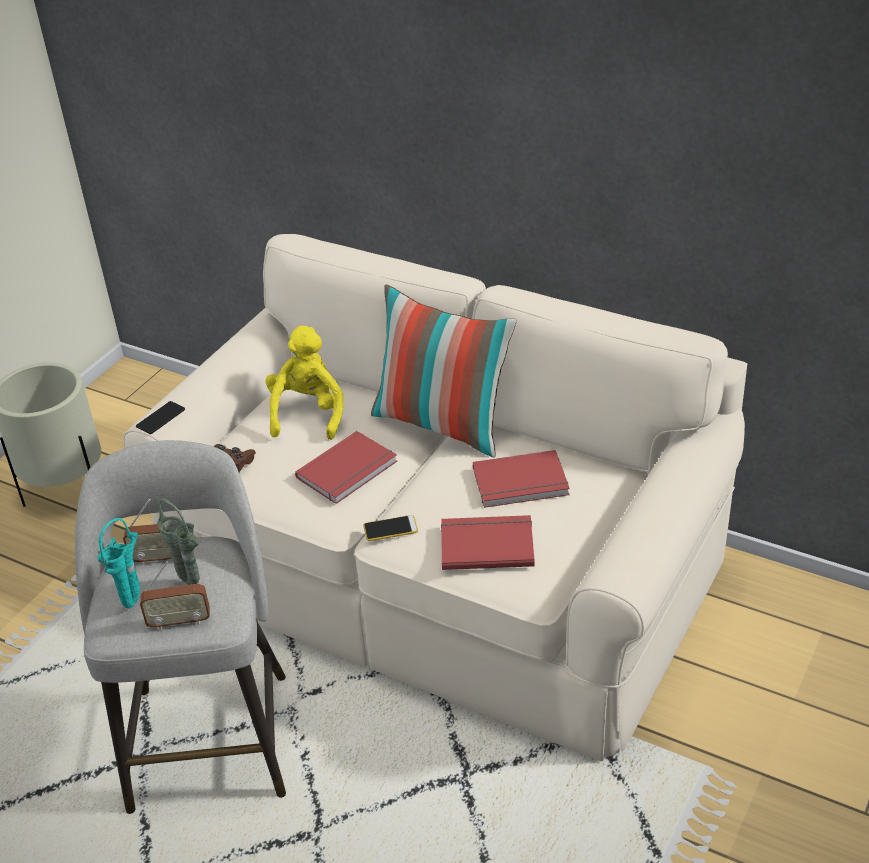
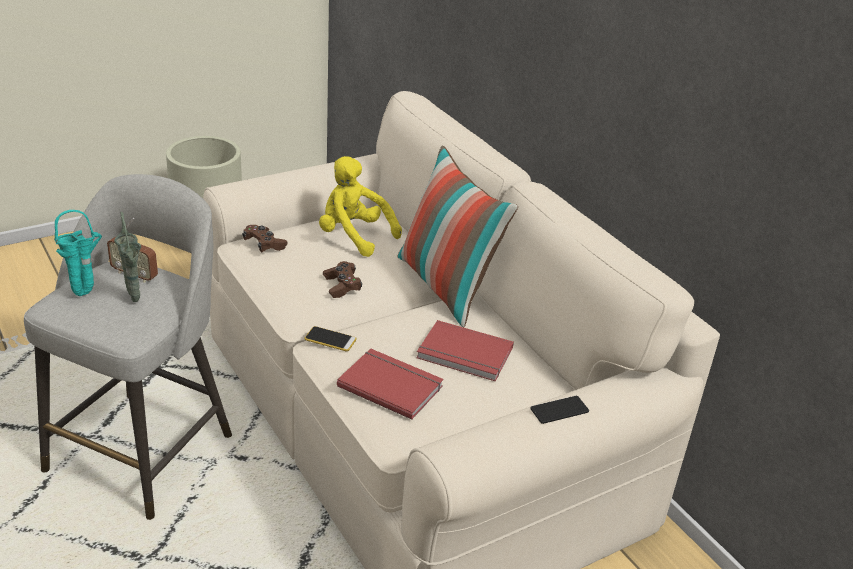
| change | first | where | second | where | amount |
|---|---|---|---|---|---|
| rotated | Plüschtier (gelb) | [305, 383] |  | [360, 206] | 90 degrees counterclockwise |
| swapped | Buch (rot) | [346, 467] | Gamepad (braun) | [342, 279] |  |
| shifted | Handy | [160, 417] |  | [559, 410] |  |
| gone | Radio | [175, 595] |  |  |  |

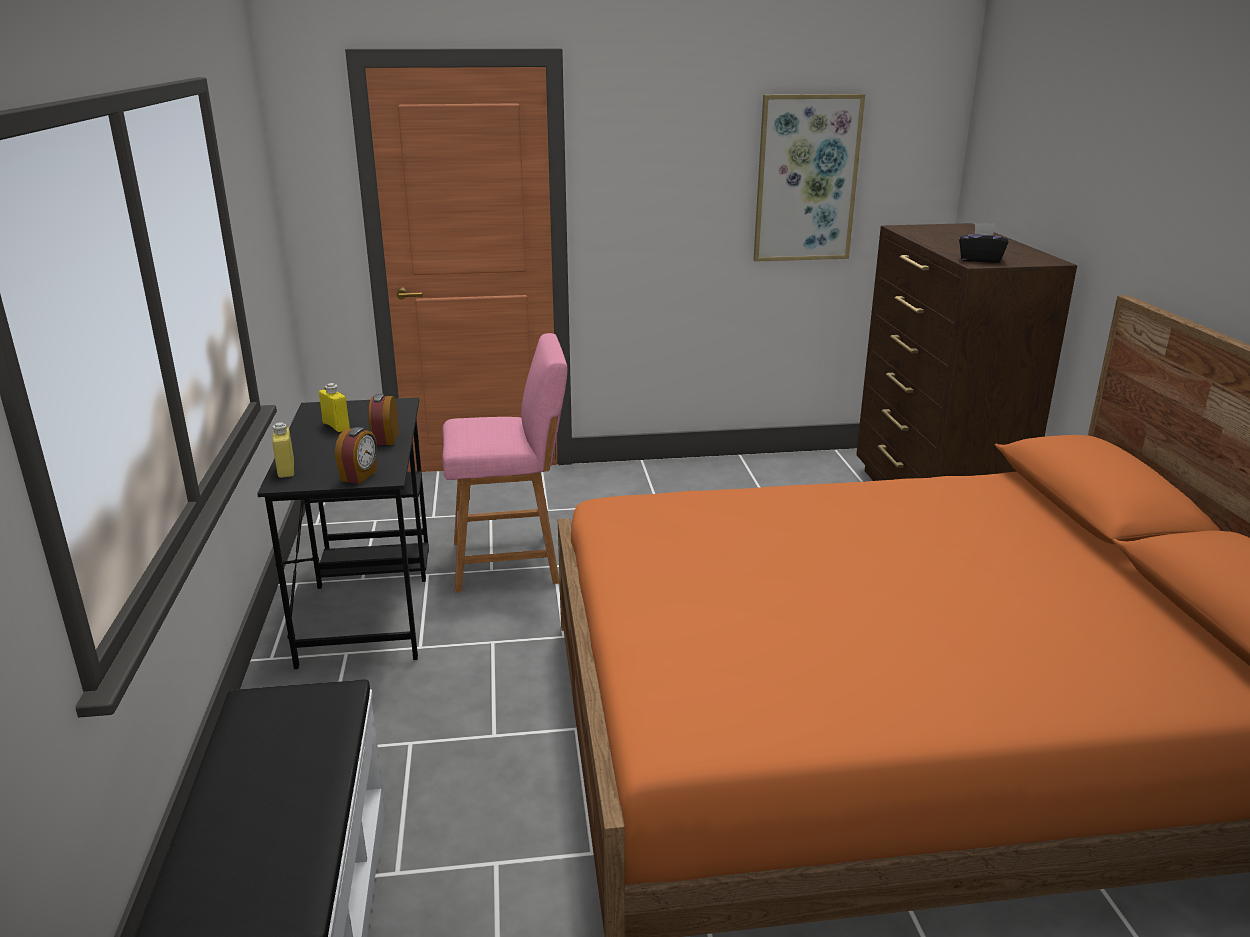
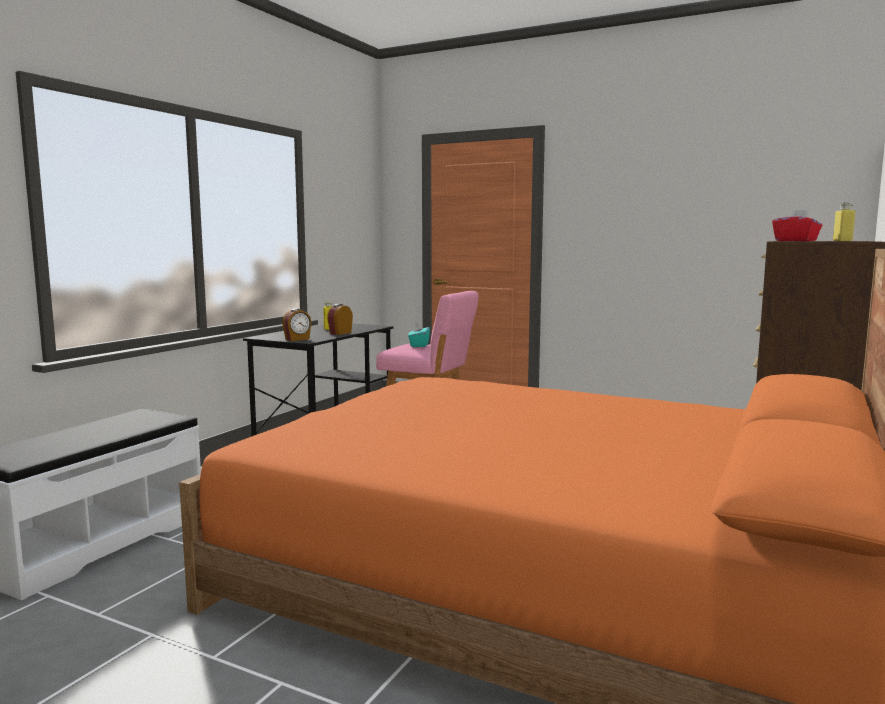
| change | first | where | second | where | amount |
|---|---|---|---|---|---|
| new |  |  | Taschentuchbox (türkis) | [419, 334] |  |
| repainted | Taschentuchbox (schwarz) | [984, 243] | Taschentuchbox (rot) | [797, 225] |  |
| shifted | Flasche (gelb) | [283, 450] |  | [844, 221] |  |
| gone | Bild | [809, 178] |  |  |  |

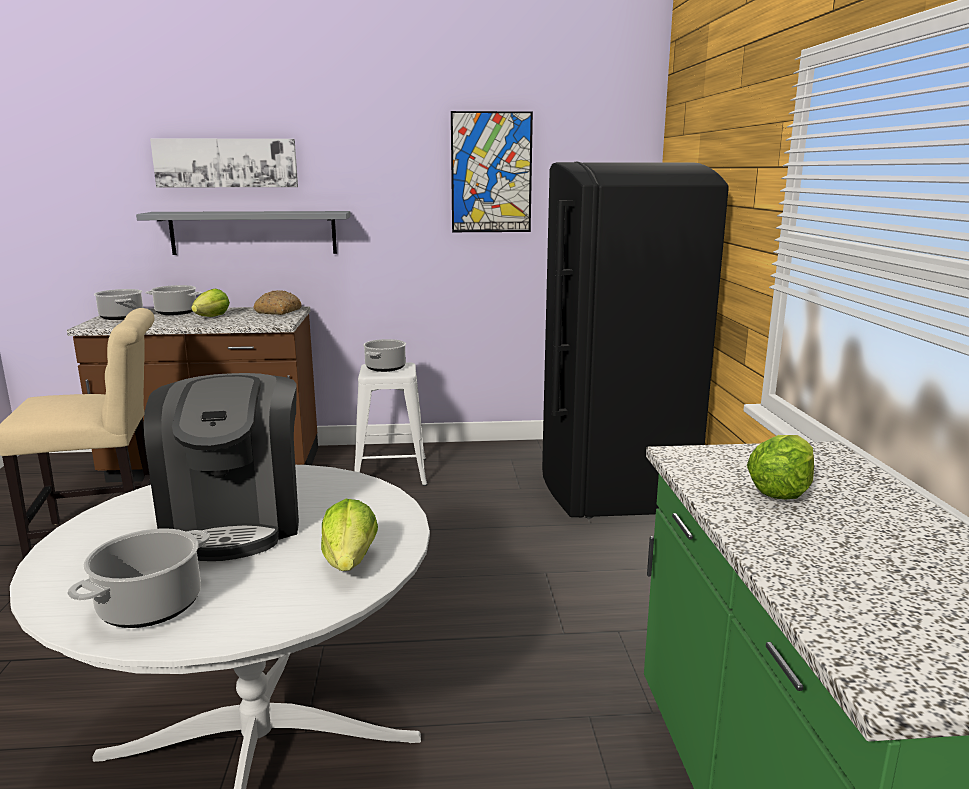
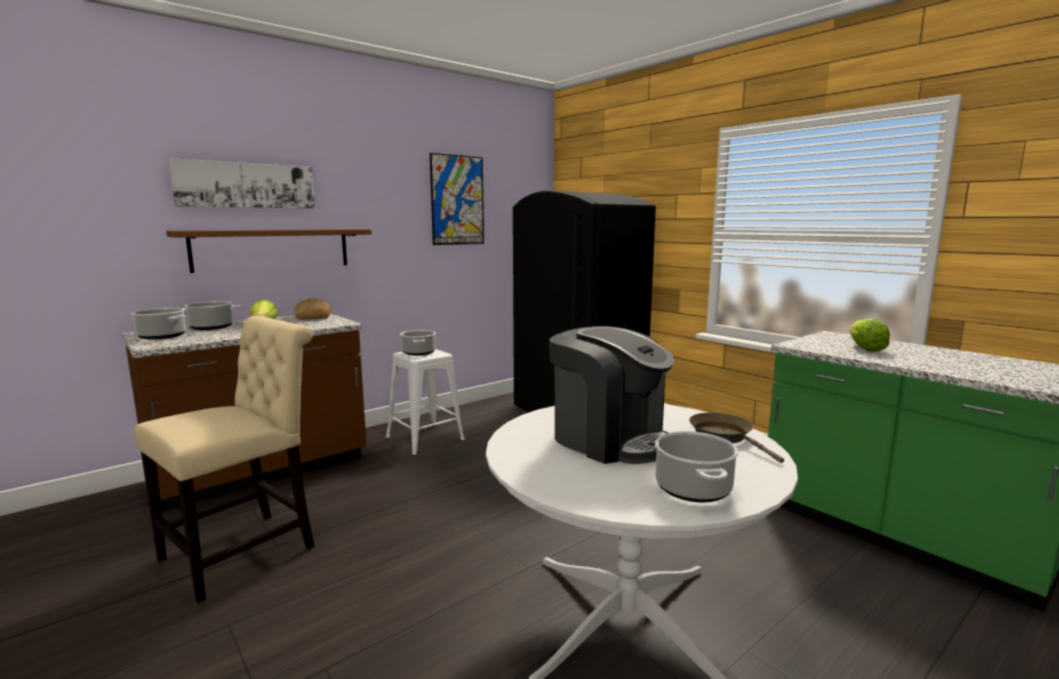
| change | first | where | second | where | amount |
|---|---|---|---|---|---|
| repainted | Wandregal (grau) | [243, 233] | Wandregal (braun) | [269, 251] |  |
| swapped | Salatkopf | [349, 535] | Pfanne (braun) | [736, 438] |  |

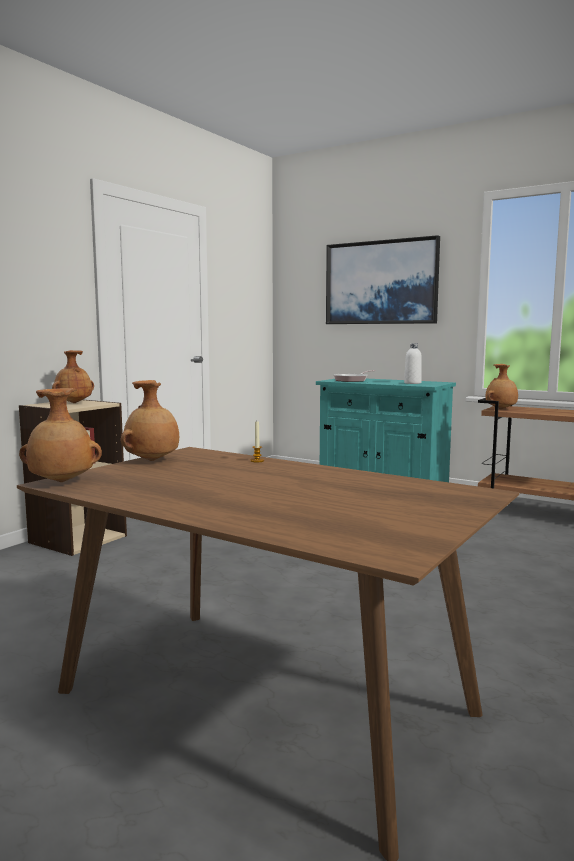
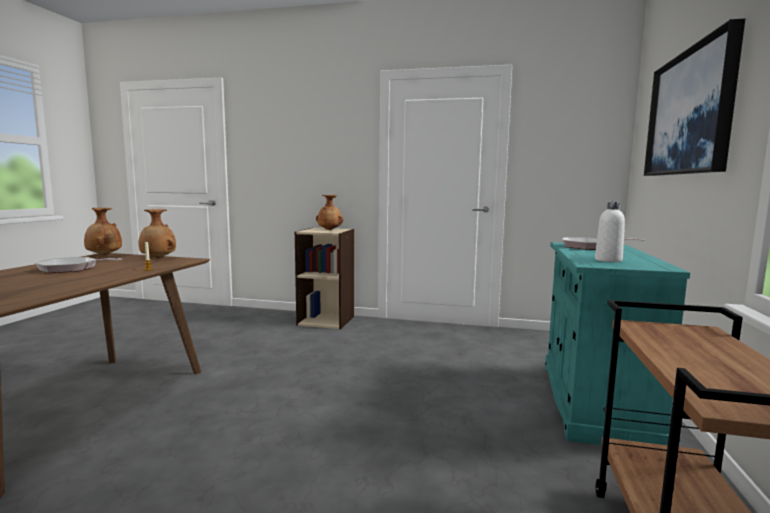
| change | first | where | second | where | amount |
|---|---|---|---|---|---|
| new |  |  | Pfanne | [78, 265] |  |
| gone | Vase (braun) | [502, 386] |  |  |  |

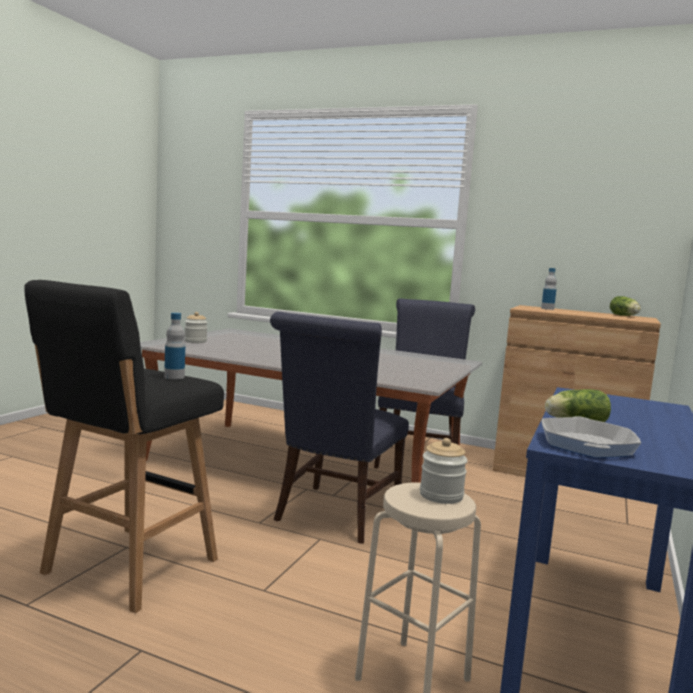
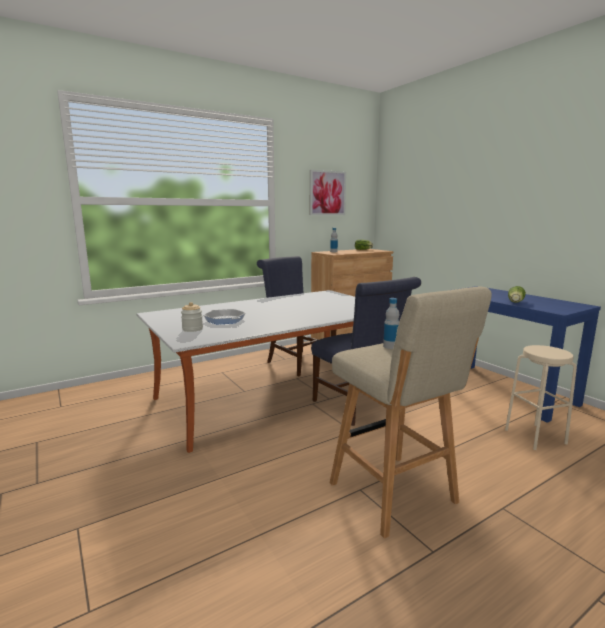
| change | first | where | second | where | amount |
|---|---|---|---|---|---|
| shifted | Pfanne | [591, 437] |  | [224, 316] |  |
| new |  |  | Bild | [328, 192] |  |
| repainted | Hocker (schwarz) | [124, 446] | Hocker (beige) | [411, 412] |  |
| gone | Vorratsglas | [444, 471] |  |  |  |

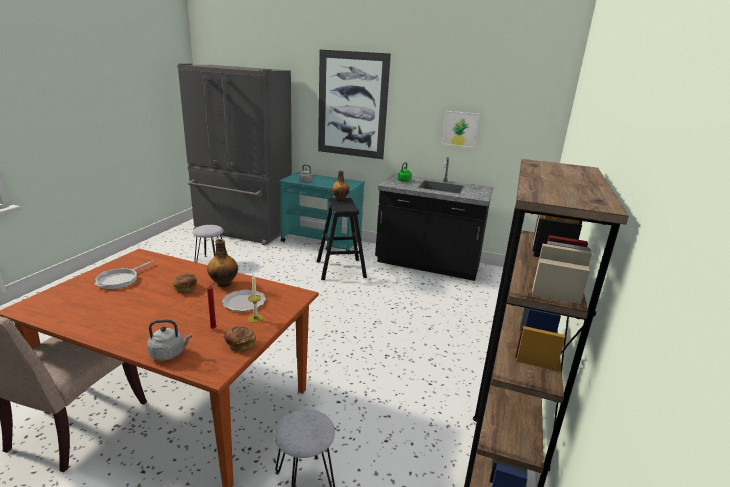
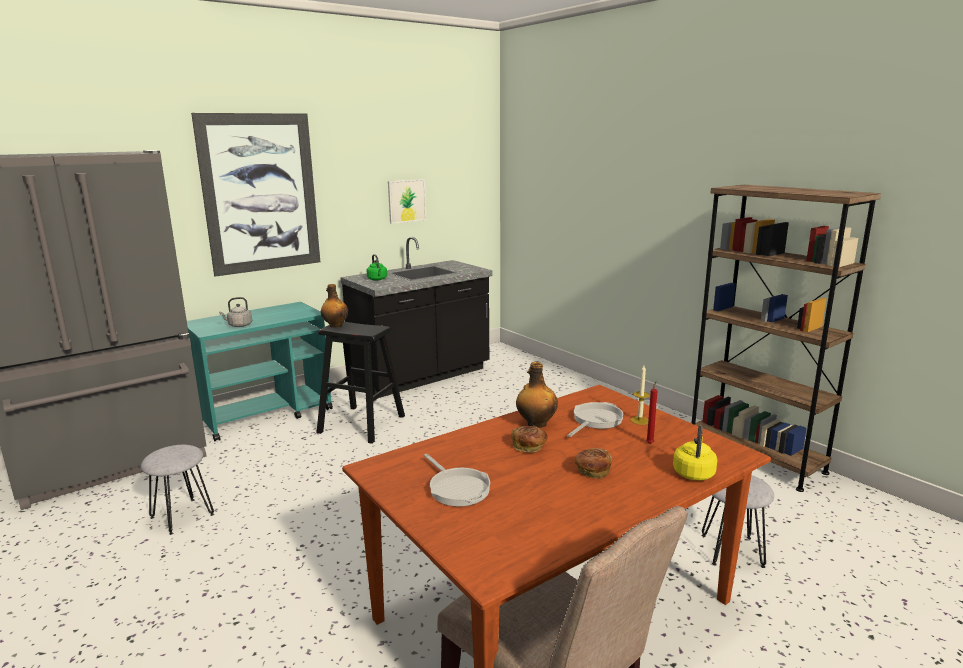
| change | first | where | second | where | amount |
|---|---|---|---|---|---|
| swapped | Teller | [244, 300] | Pfanne | [595, 419] |  |
| shifted | Brot | [239, 338] |  | [593, 463] |  |
| repainted | Wasserkessel (grau) | [169, 340] | Wasserkessel (gelb) | [695, 453] |  |

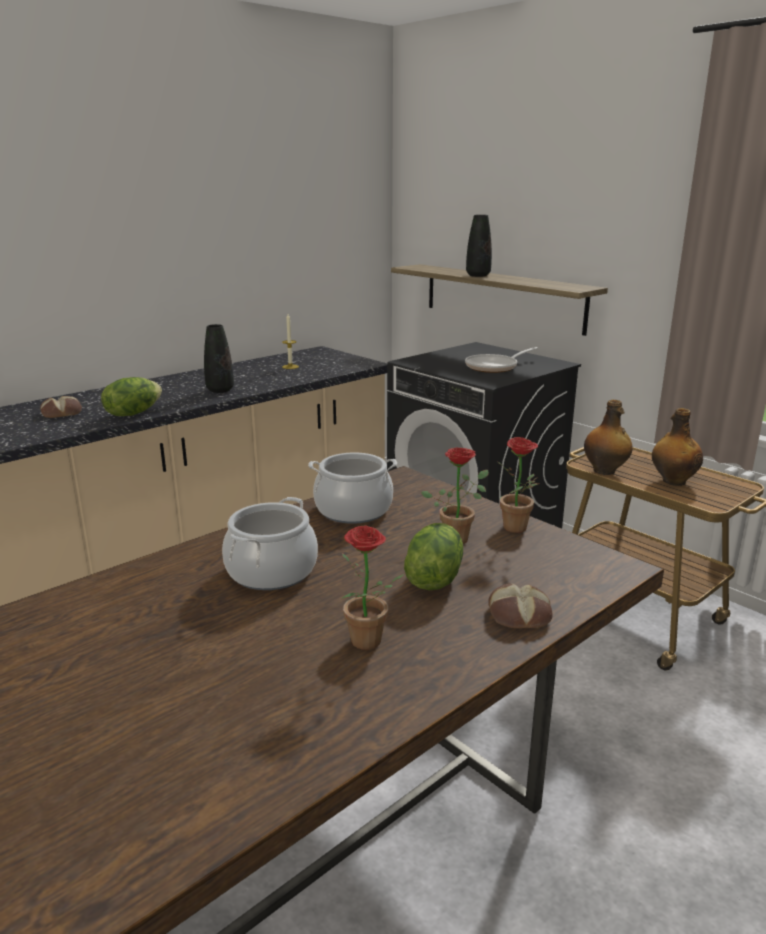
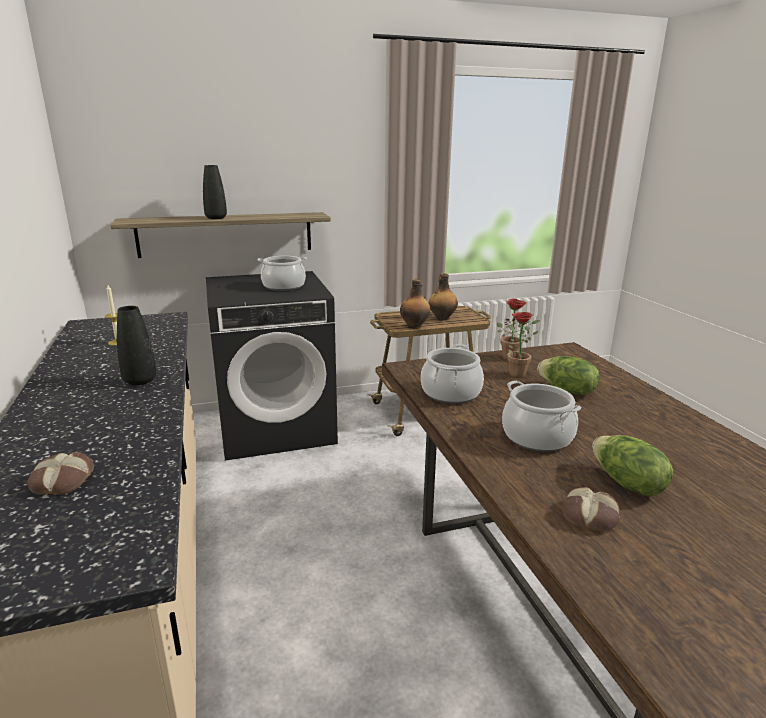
| change | first | where | second | where | amount |
|---|---|---|---|---|---|
| swapped | Pfanne | [501, 360] | Kochtopf | [282, 273] |  |
| shifted | Brot | [520, 605] |  | [591, 509] |  |
| shifted | Salatkopf | [131, 396] |  | [632, 465] |  |
| gone | Topfpflanze | [372, 588] |  |  |  |

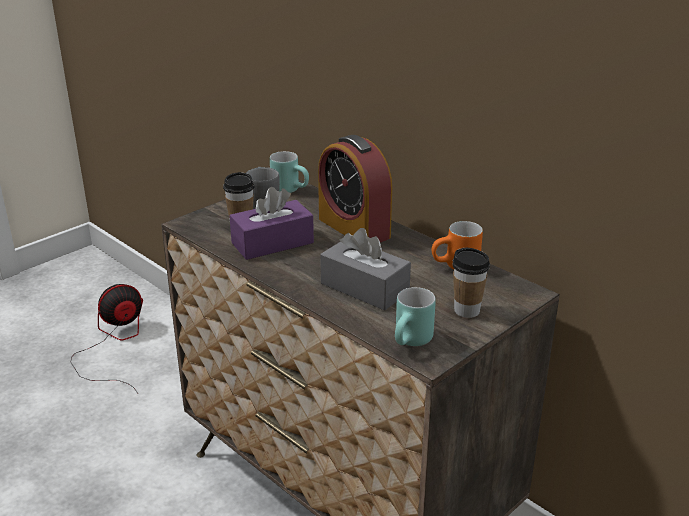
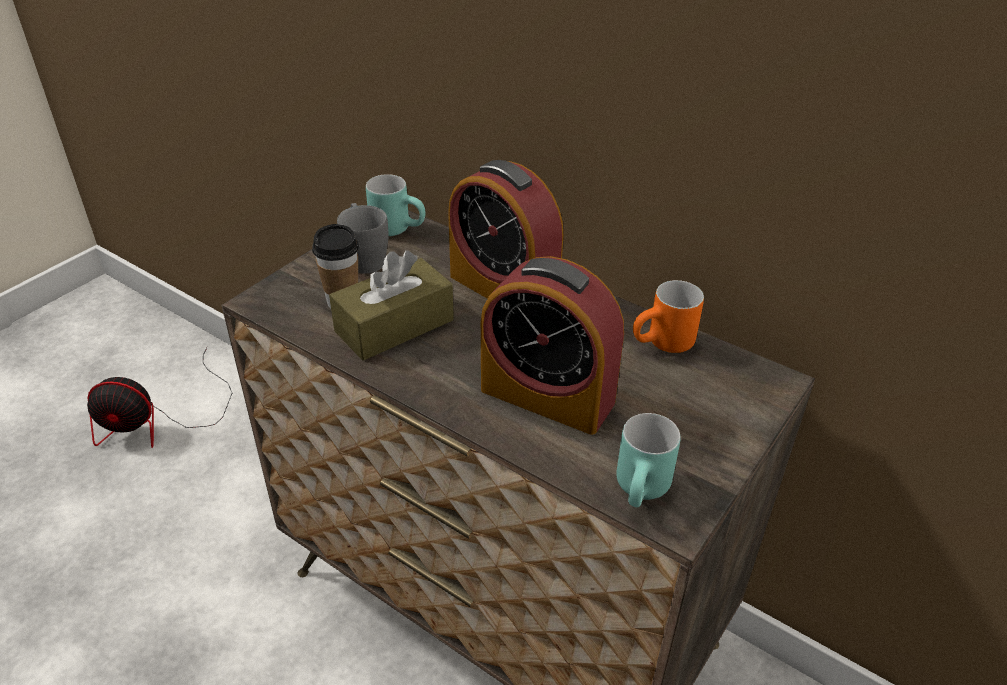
| change | first | where | second | where | amount |
|---|---|---|---|---|---|
| rotated | Ventilator | [107, 338] |  | [159, 397] | 135 degrees counterclockwise |
| repainted | Taschentuchbox (lila) | [271, 223] | Taschentuchbox (braun) | [391, 305] |  |
| swapped | Taschentuchbox (grau) | [365, 269] | Wecker | [552, 345] |  |
| gone | Tasse | [471, 283] |  |  |  |

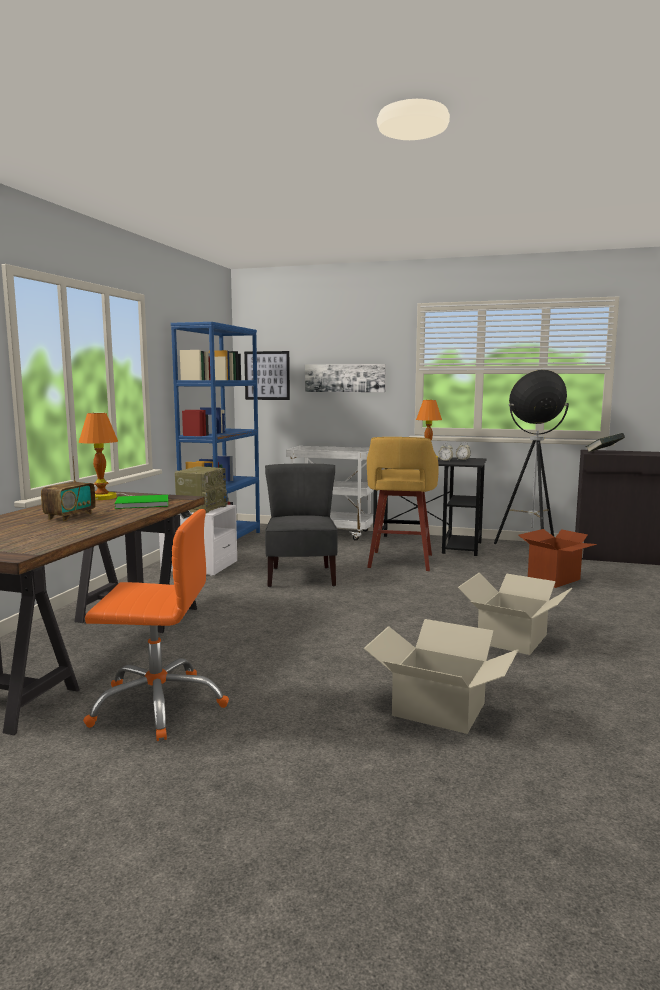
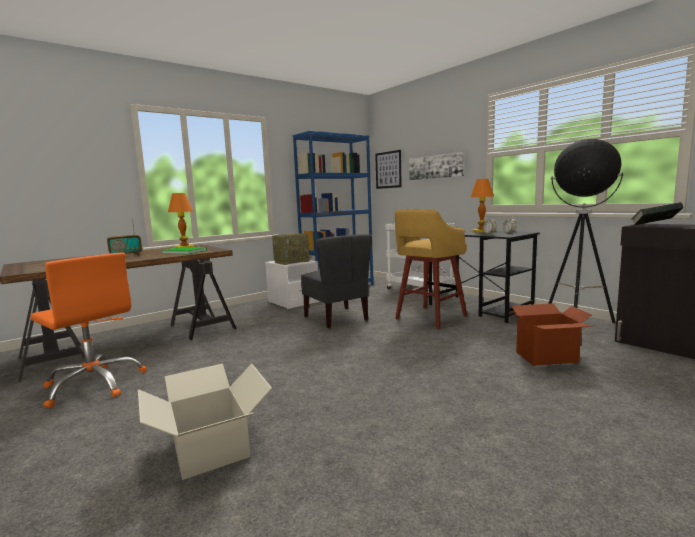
| change | first | where | second | where | amount |
|---|---|---|---|---|---|
| rotated | Stuhl (grau) | [301, 525] |  | [336, 281] | 120 degrees clockwise |
| gone | Karton | [515, 614] |  |  |  |

